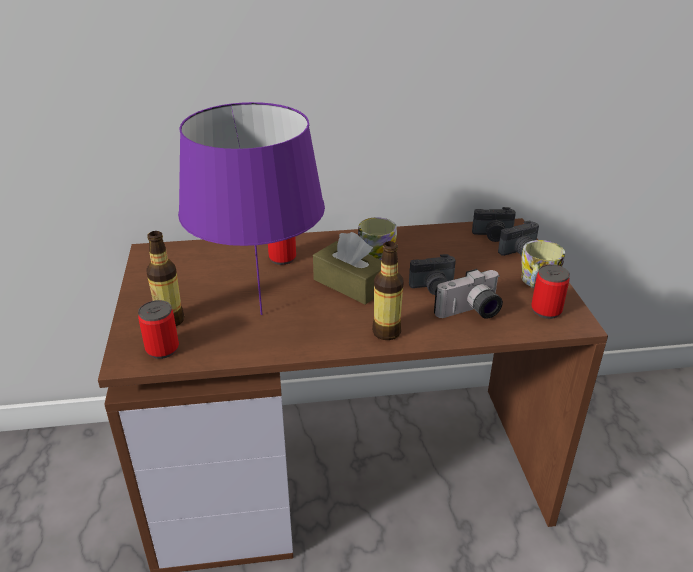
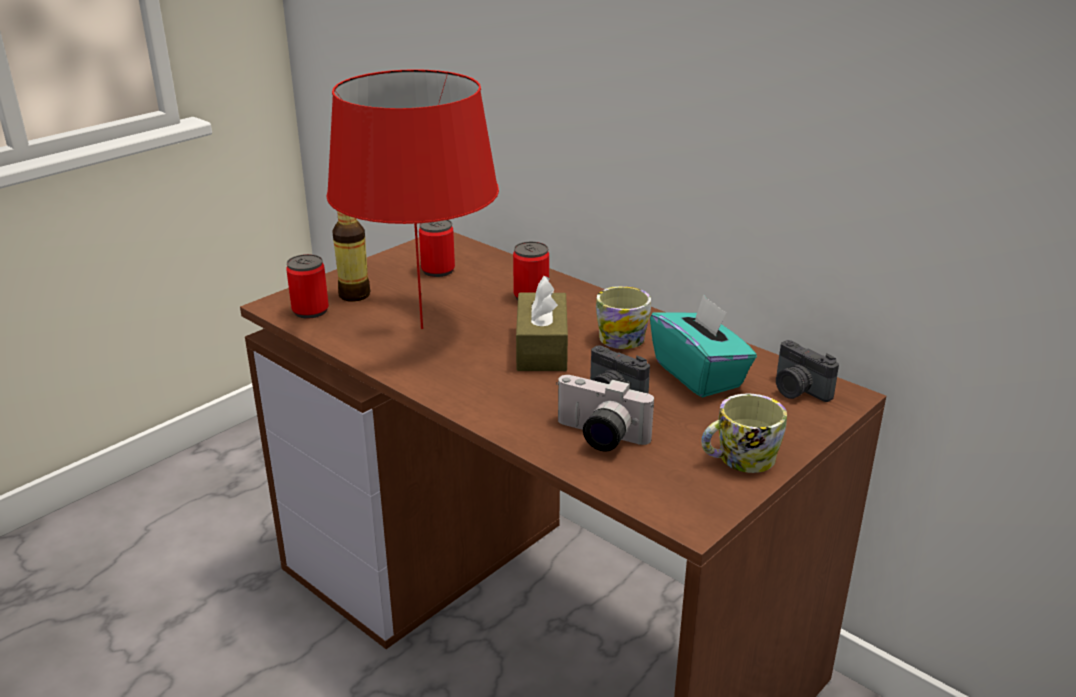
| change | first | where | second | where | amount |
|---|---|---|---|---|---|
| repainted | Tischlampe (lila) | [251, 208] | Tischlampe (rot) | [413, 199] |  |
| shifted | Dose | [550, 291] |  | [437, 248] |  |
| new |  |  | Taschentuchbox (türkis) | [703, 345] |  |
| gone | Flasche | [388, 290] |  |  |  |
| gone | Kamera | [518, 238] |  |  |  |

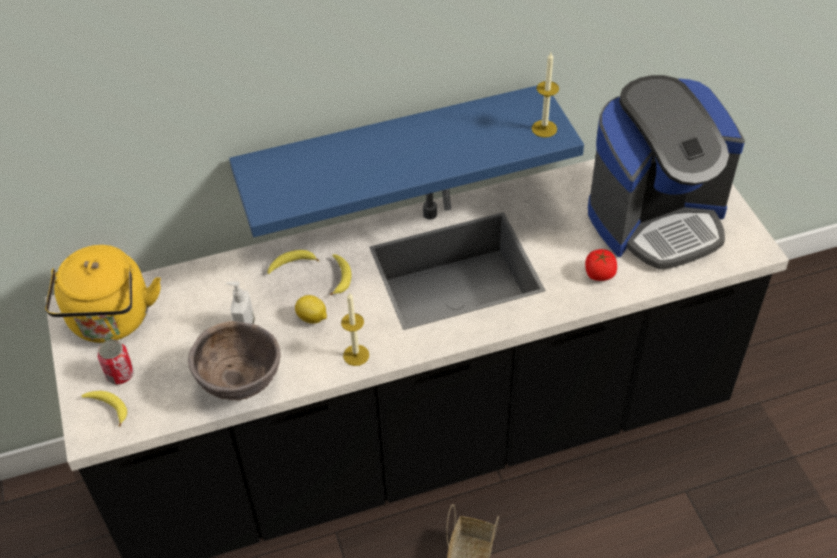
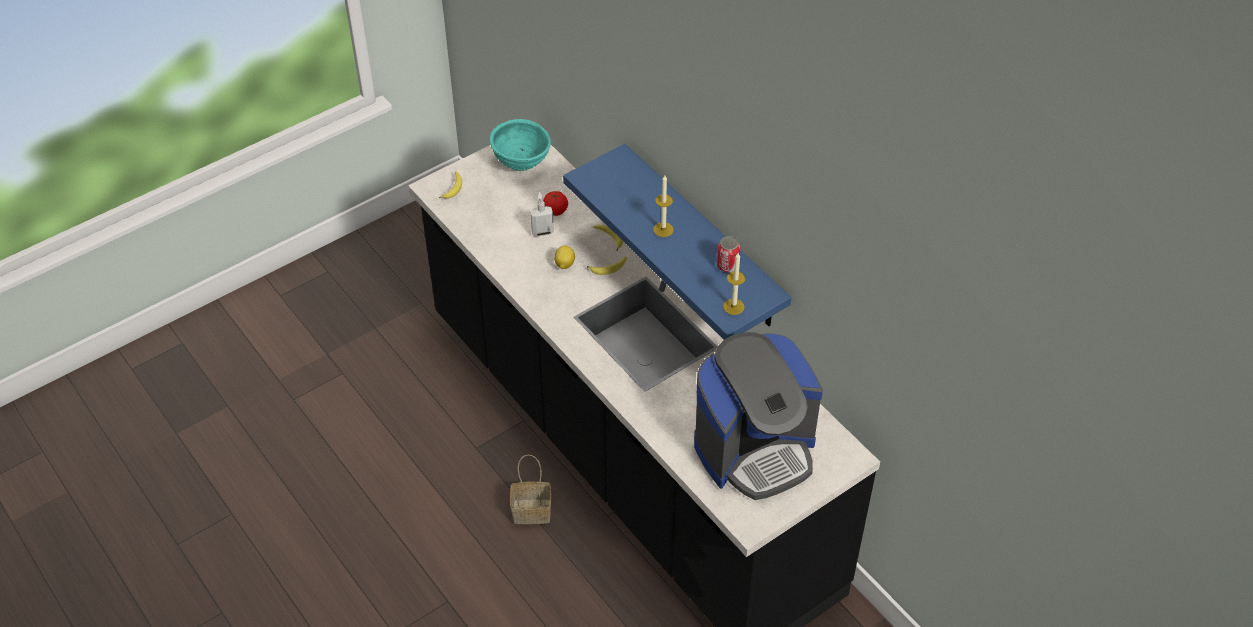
| change | first | where | second | where | amount |
|---|---|---|---|---|---|
| swapped | Wasserkessel (gelb) | [103, 294] | Schüssel (türkis) | [520, 145] |  |
| shifted | Tomate | [601, 265] |  | [555, 203] |  |
| shifted | Kerze | [355, 329] |  | [663, 206] |  |
| rotated | Kaffeemaschine | [666, 172] |  | [758, 416] | 75 degrees counterclockwise |
| shifted | Dose | [116, 362] |  | [728, 254] |  |
| gone | Schüssel (braun) | [234, 361] |  |  |  |

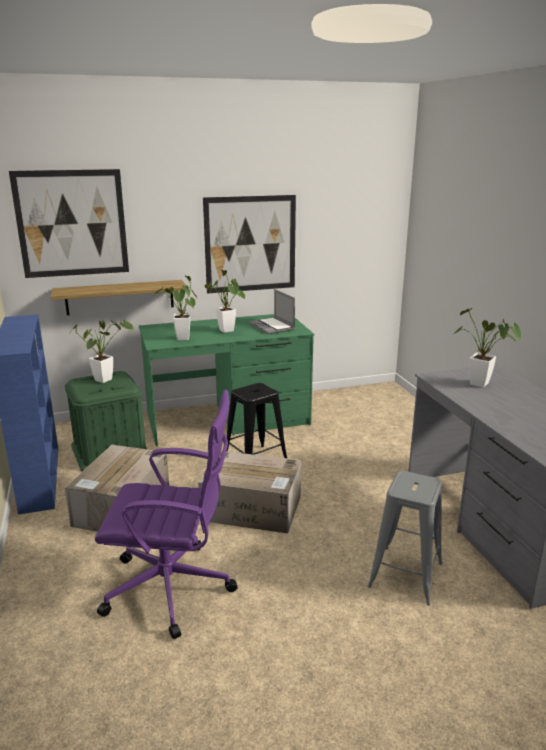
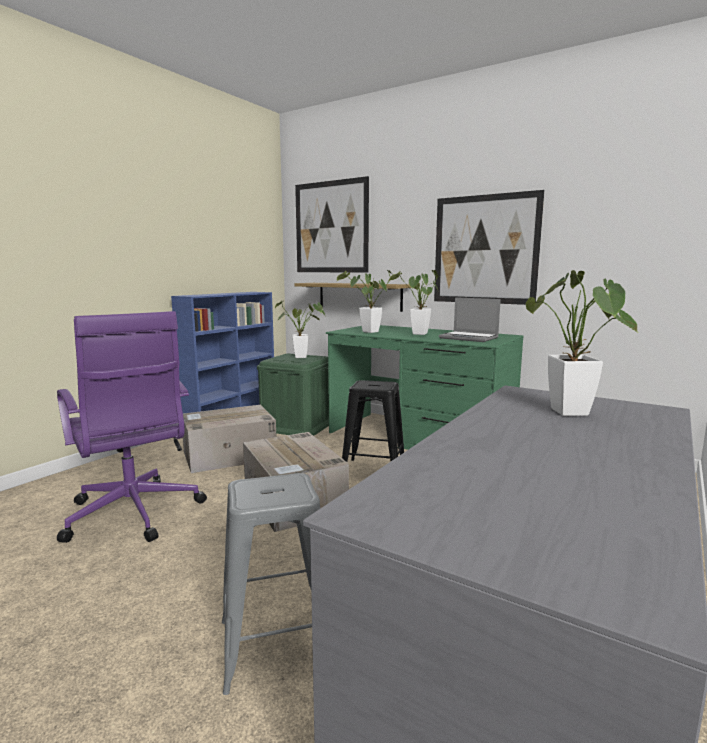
| change | first | where | second | where | amount |
|---|---|---|---|---|---|
| rotated | Laptop | [272, 311] |  | [470, 319] | 75 degrees counterclockwise |

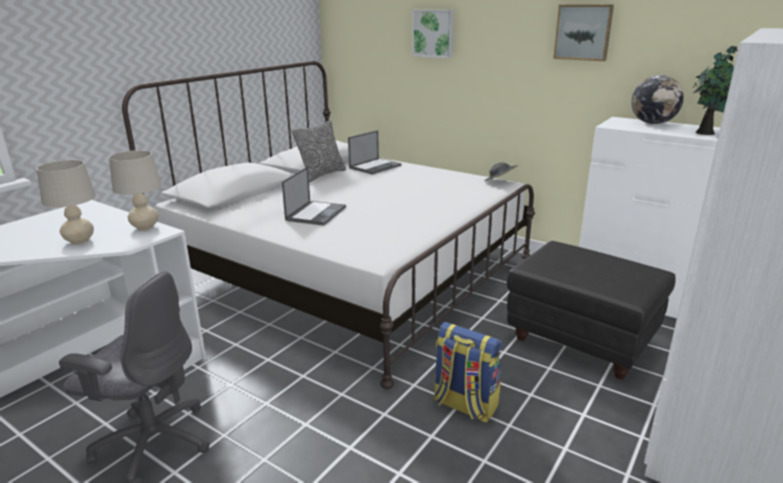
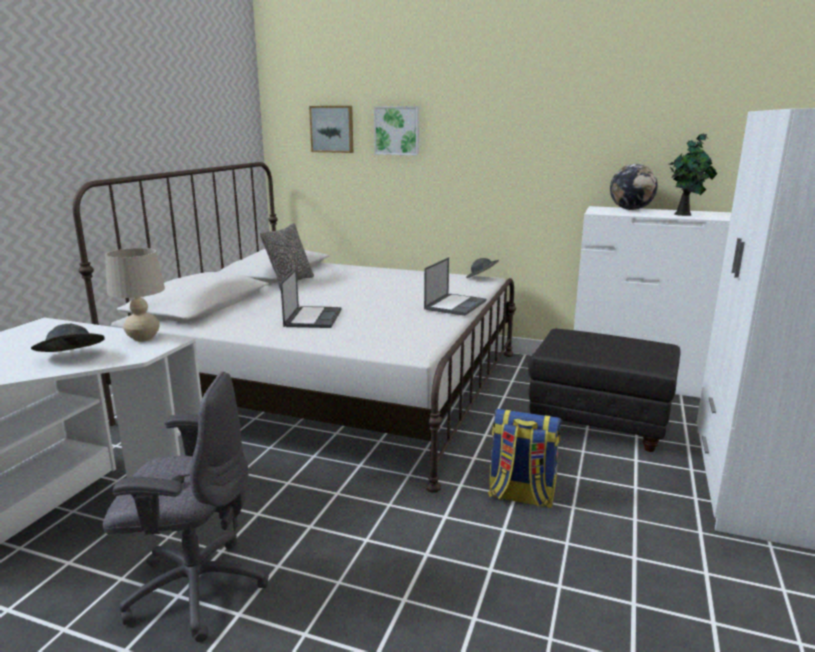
| change | first | where | second | where | amount |
|---|---|---|---|---|---|
| swapped | Tischlampe (beige) | [66, 202] | Hut (grau) | [68, 338] |  |
| shifted | Bild | [583, 33] |  | [331, 129] |  |
| shifted | Laptop | [375, 152] |  | [455, 286] |  |

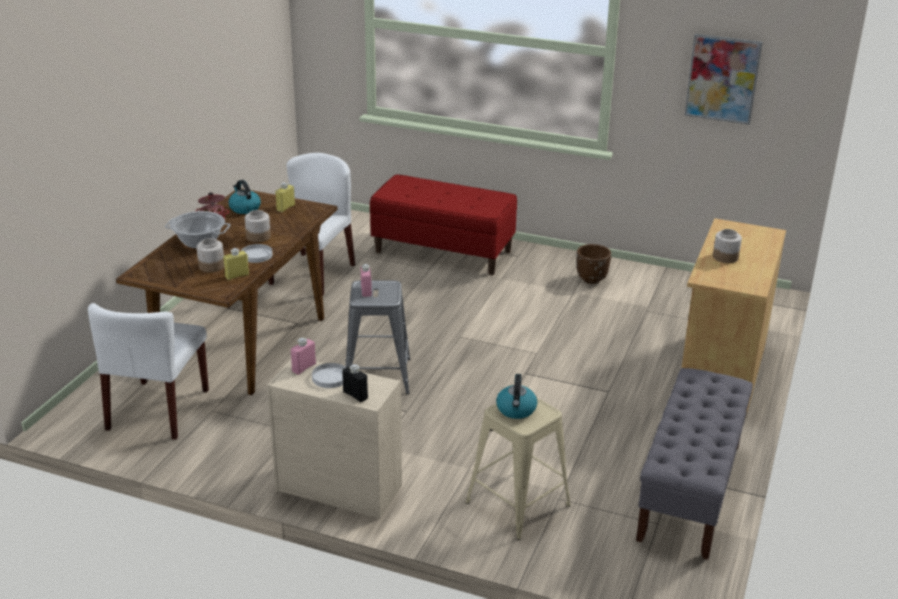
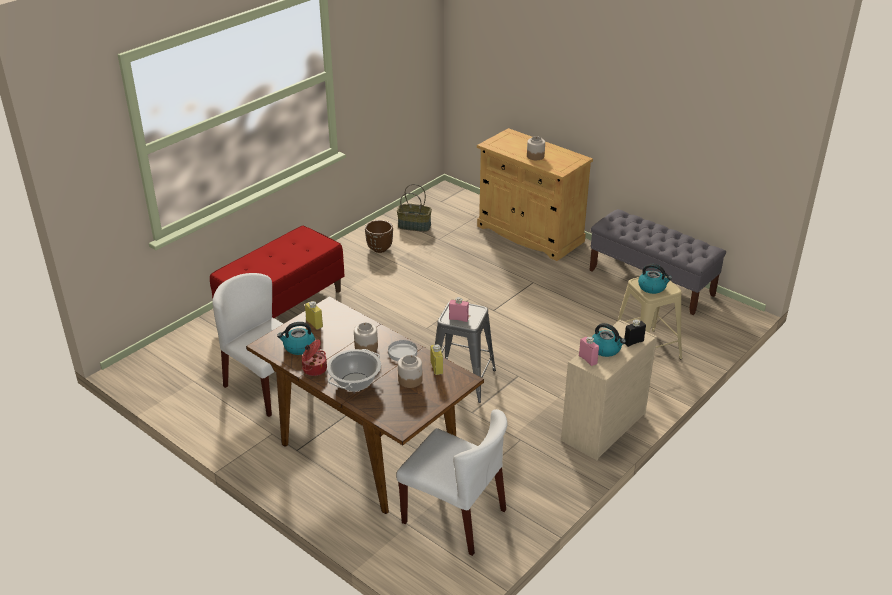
| change | first | where | second | where | amount |
|---|---|---|---|---|---|
| new |  |  | Korb | [414, 208] |  |
| swapped | Teller (weiß) | [329, 375] | Wasserkessel | [609, 340] |  |
| gone | Bild | [723, 79] |  |  |  |

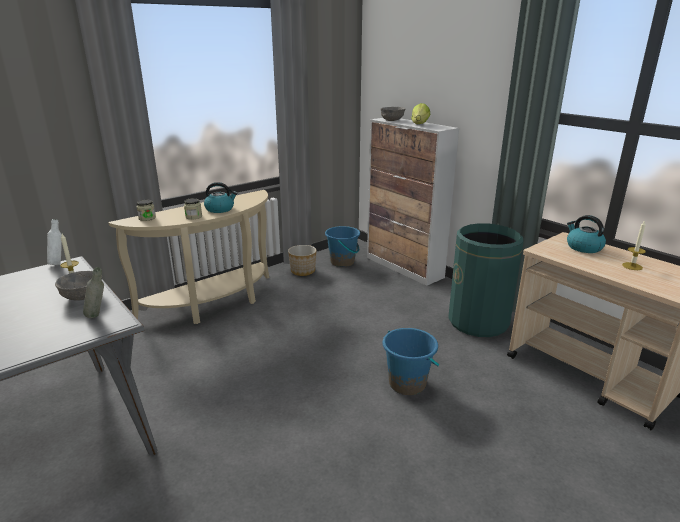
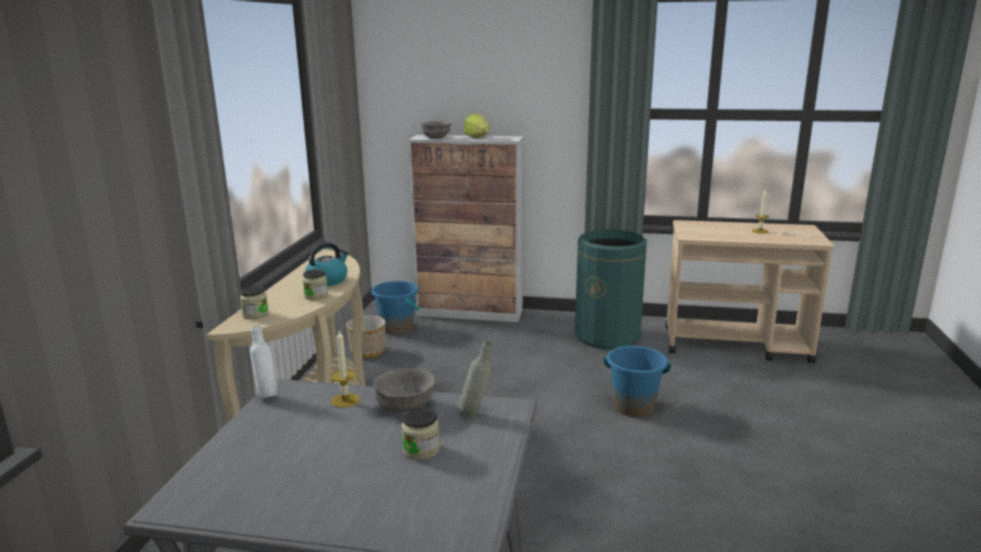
| change | first | where | second | where | amount |
|---|---|---|---|---|---|
| new |  |  | Vorratsglas | [421, 434] |  |
| gone | Wasserkessel | [586, 234] |  |  |  |

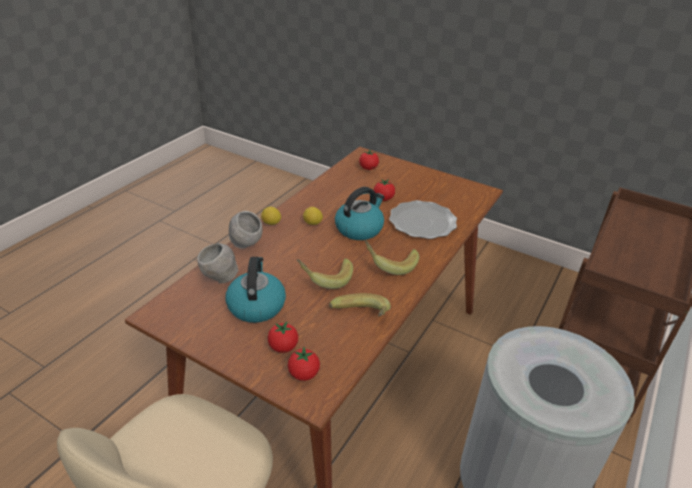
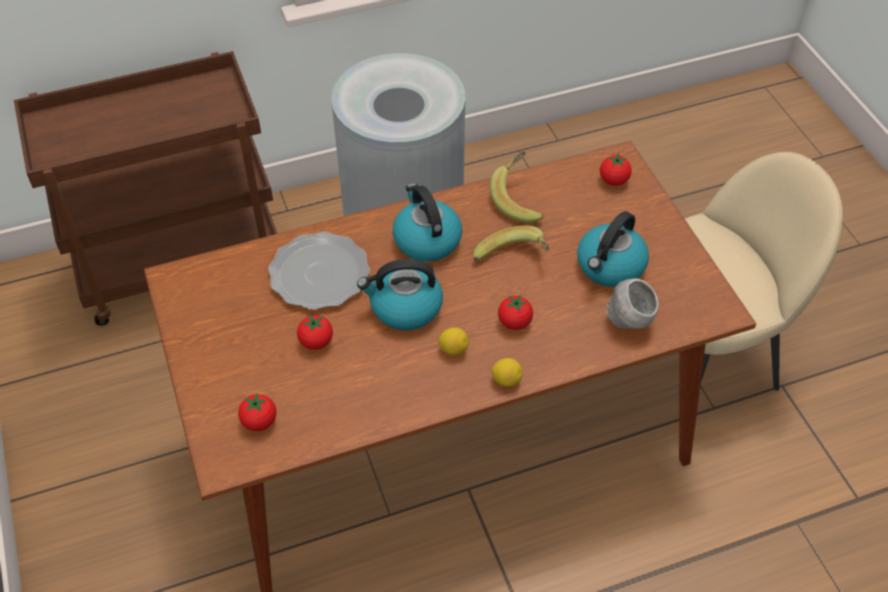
| change | first | where | second | where | amount |
|---|---|---|---|---|---|
| swapped | Banane | [391, 257] | Wasserkessel | [427, 222] |  |
| shifted | Tomate | [283, 337] |  | [515, 312] |  |
| gone | Schüssel (grau) | [246, 230] |  |  |  |

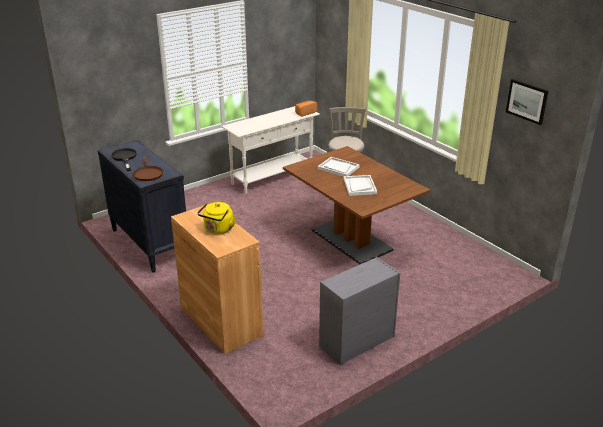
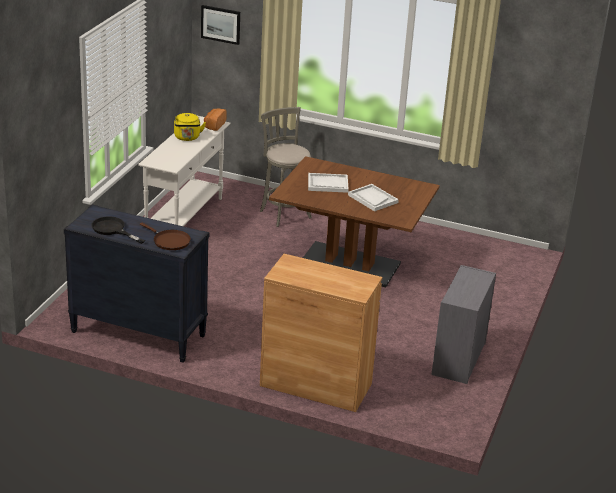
| change | first | where | second | where | amount |
|---|---|---|---|---|---|
| shifted | Wasserkessel (gelb) | [217, 218] |  | [190, 127] |  |
| shifted | Bild | [527, 102] |  | [220, 25] |  |

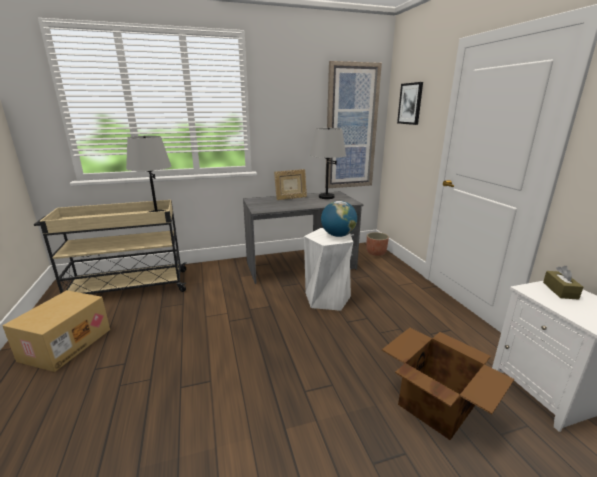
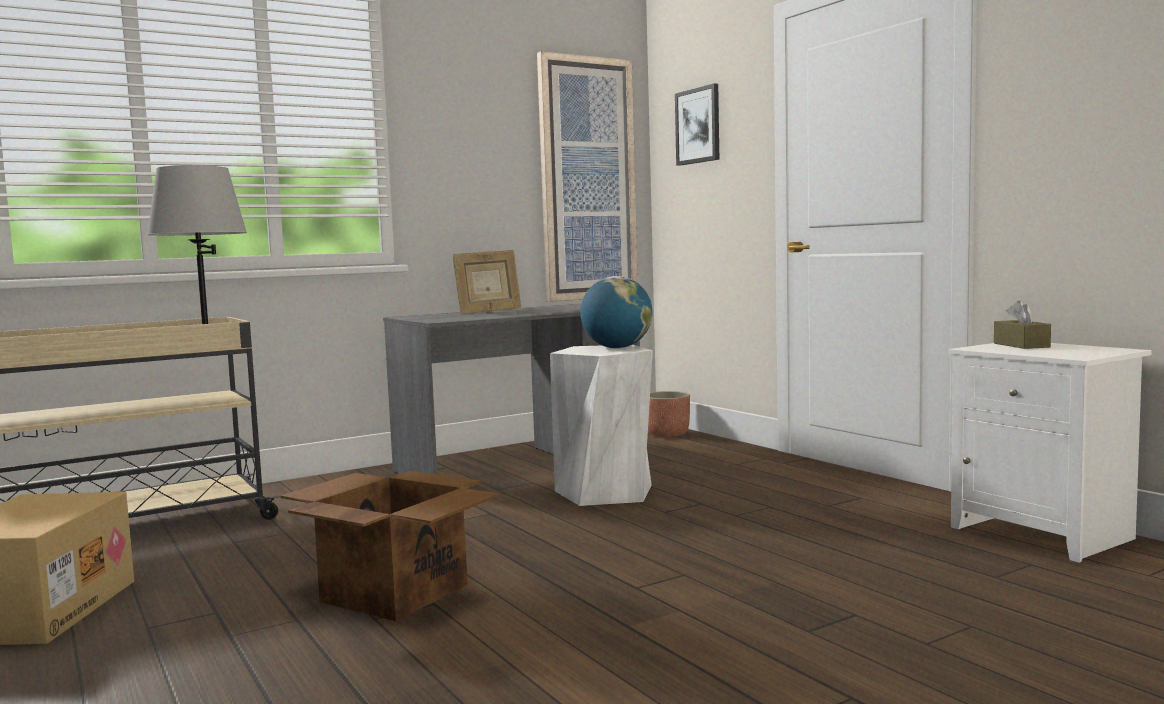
| change | first | where | second | where | amount |
|---|---|---|---|---|---|
| shifted | Karton | [448, 384] |  | [390, 546] |  |
| gone | Tischlampe (grau) | [328, 163] |  |  |  |

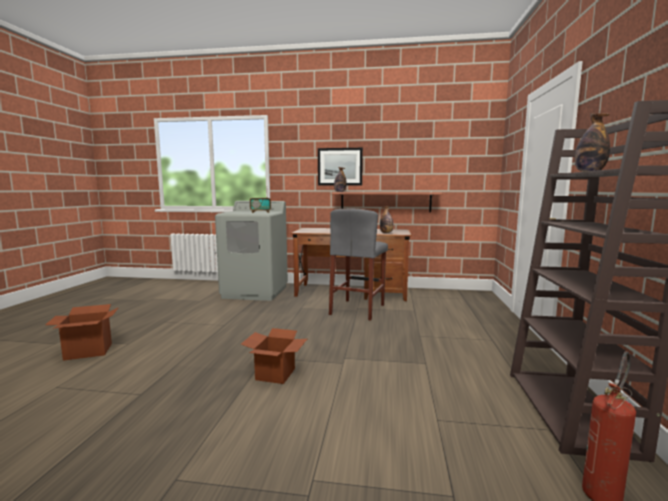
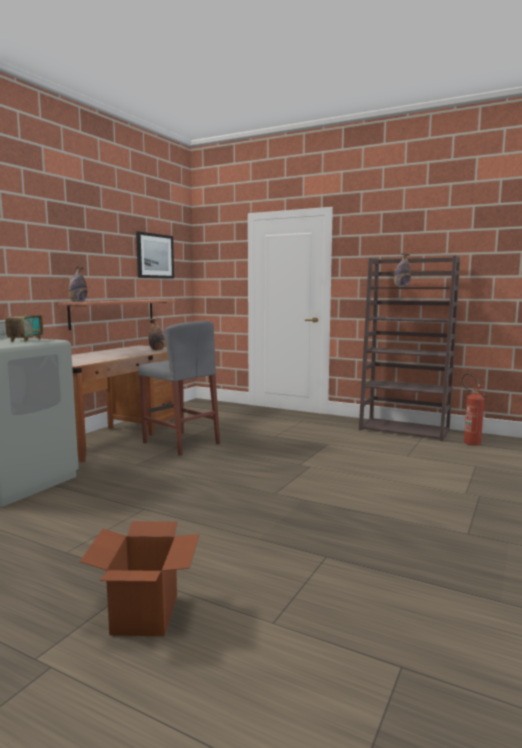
| change | first | where | second | where | amount |
|---|---|---|---|---|---|
| shifted | Bild | [340, 166] |  | [155, 255] |  |
| gone | Karton | [274, 356] |  |  |  |

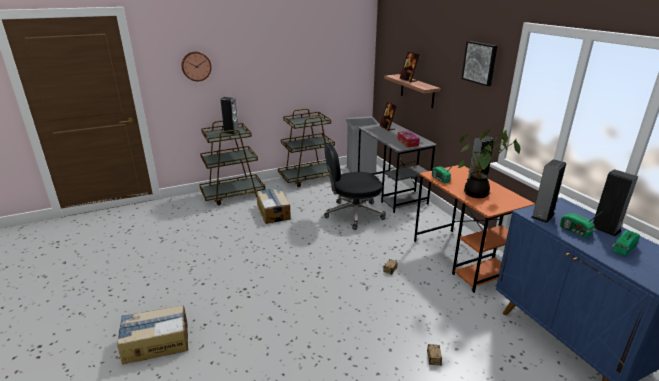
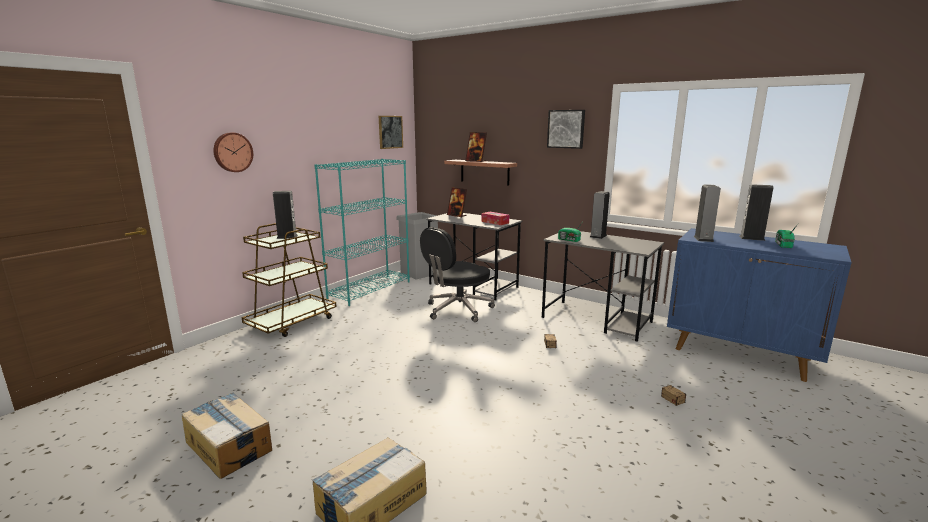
| change | first | where | second | where | amount |
|---|---|---|---|---|---|
| shifted | Karton | [274, 206] |  | [227, 435] |  |
| swapped | Rollwagen (braun) | [306, 147] | Bücherregal (türkis) | [362, 232] |  |
| new |  |  | Bild | [391, 132] |  |
| repainted | Schreibtisch (orange) | [474, 229] | Schreibtisch (grau) | [602, 286] |  |
| gone | Topfpflanze | [489, 163] |  |  |  |
| gone | Radio | [580, 225] |  |  |  |

